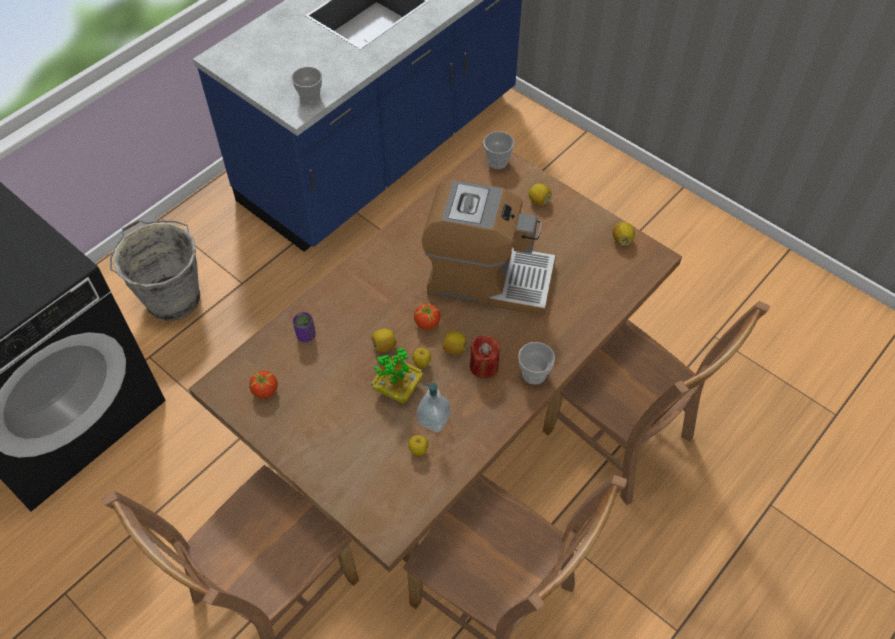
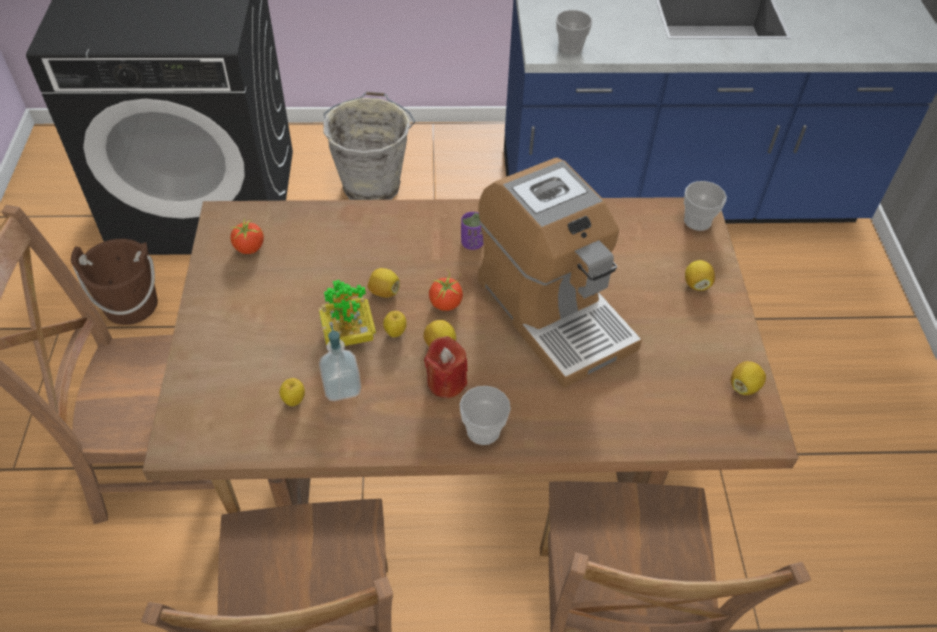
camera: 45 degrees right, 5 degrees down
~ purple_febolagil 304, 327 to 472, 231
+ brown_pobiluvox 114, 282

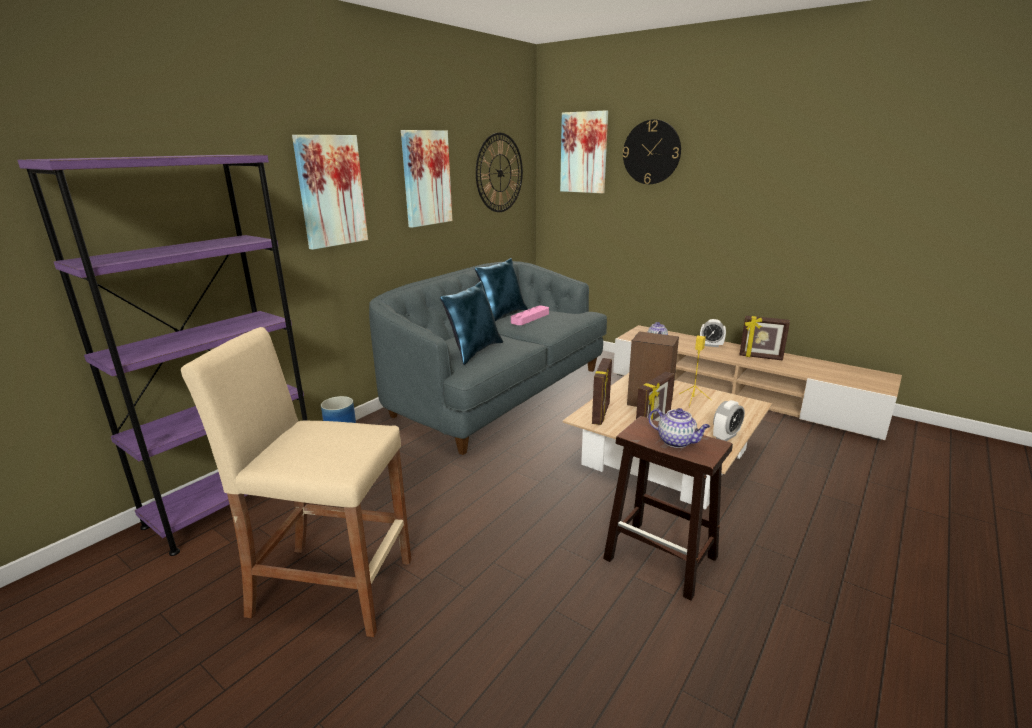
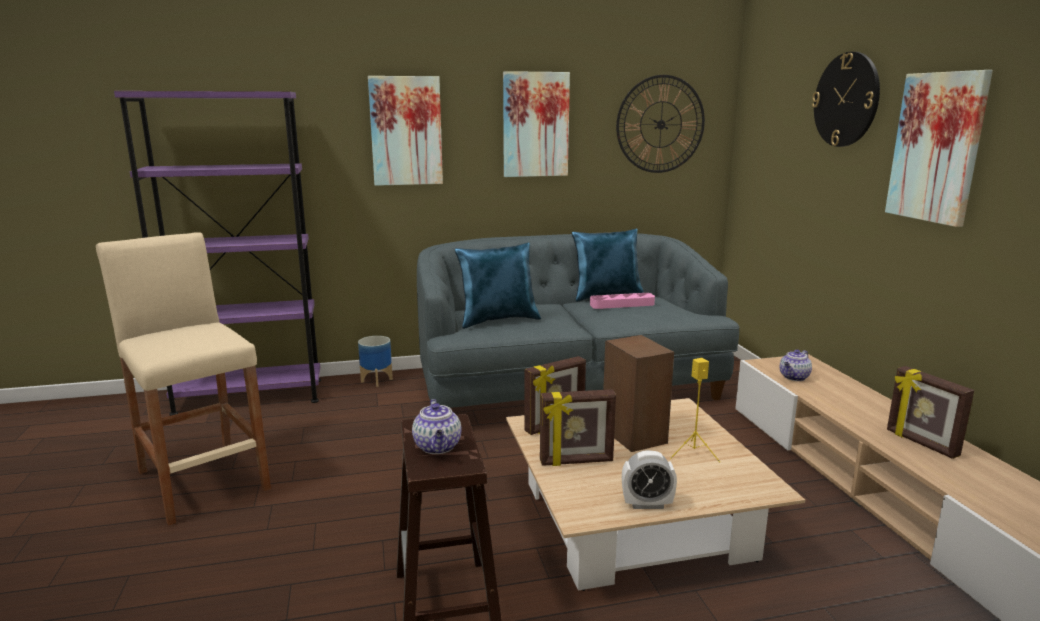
camera: 40 degrees right, 5 degrees down
~ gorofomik 584, 151 to 939, 148
- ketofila 713, 333

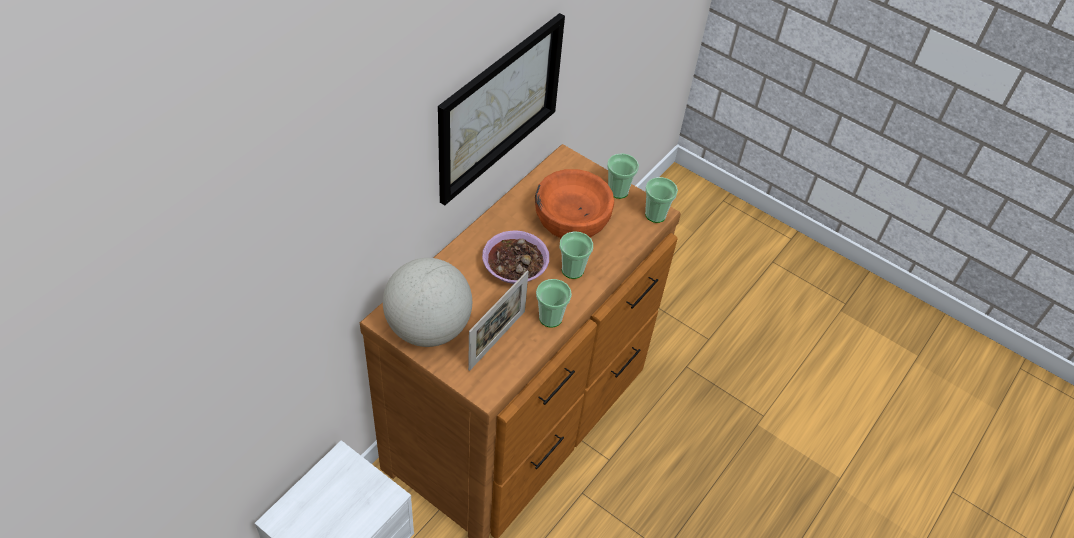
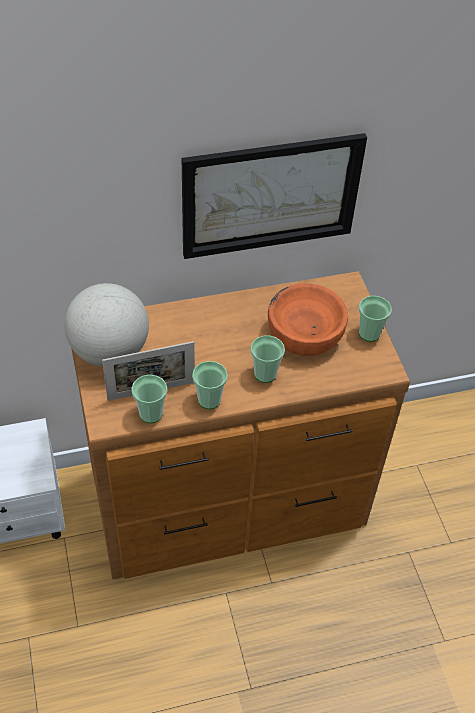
camera: 40 degrees right, 0 degrees up
~ febolagil 661, 200 to 149, 399
- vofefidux 515, 257

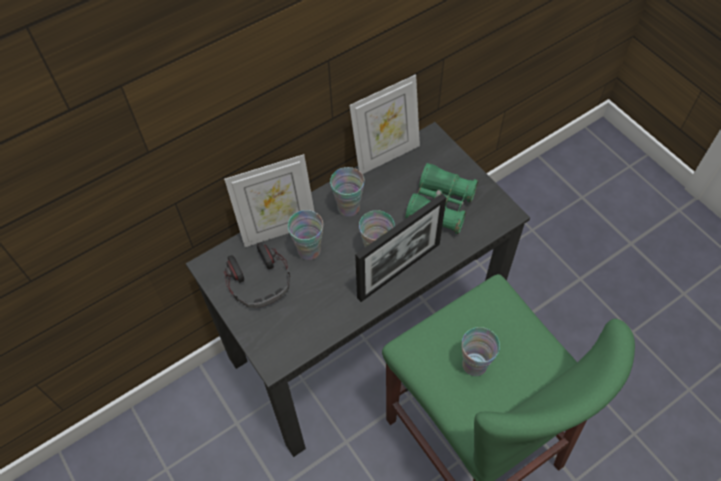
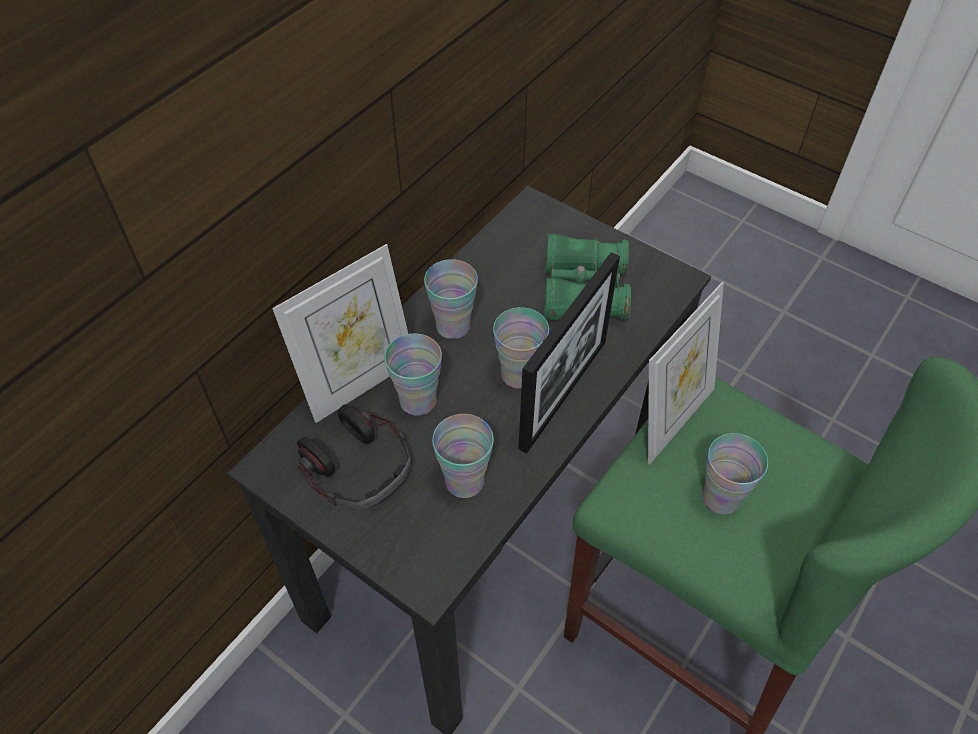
camera: 20 degrees left, 5 degrees down
~ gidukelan 384, 124 to 686, 373
+ febolagil 463, 456

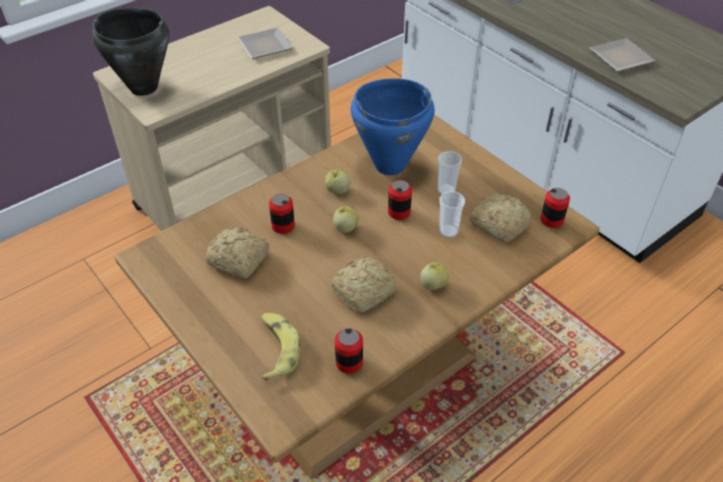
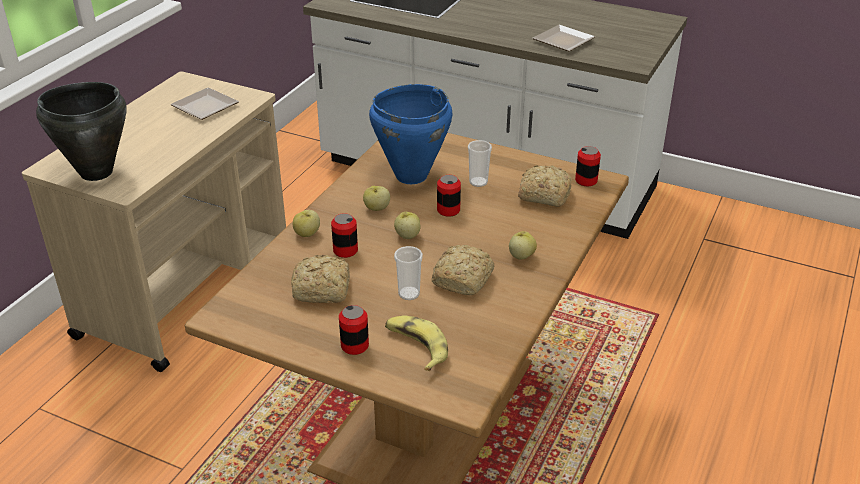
camera: 25 degrees left, 10 degrees down
~ febolagil 452, 214 to 408, 273
~ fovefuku 349, 350 to 354, 330
+ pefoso 306, 223

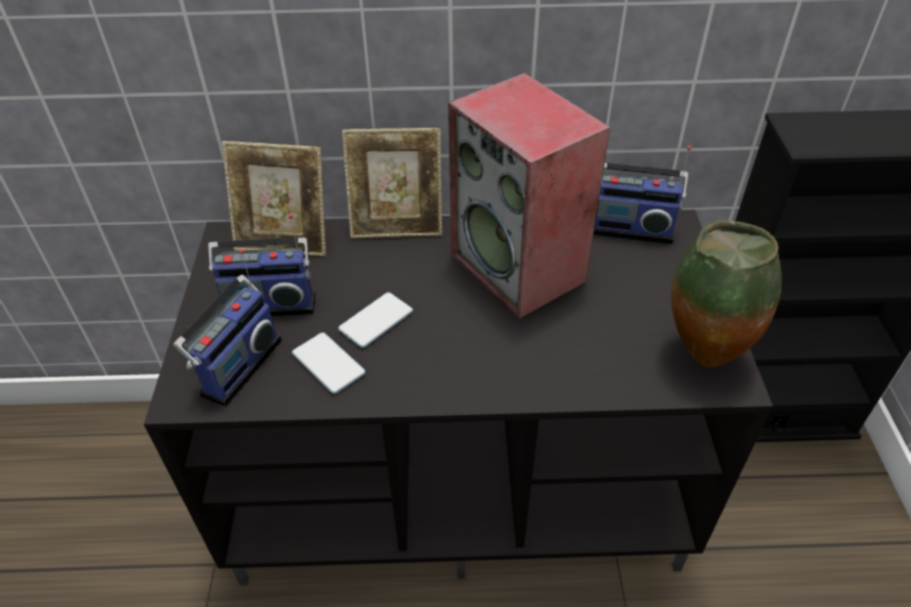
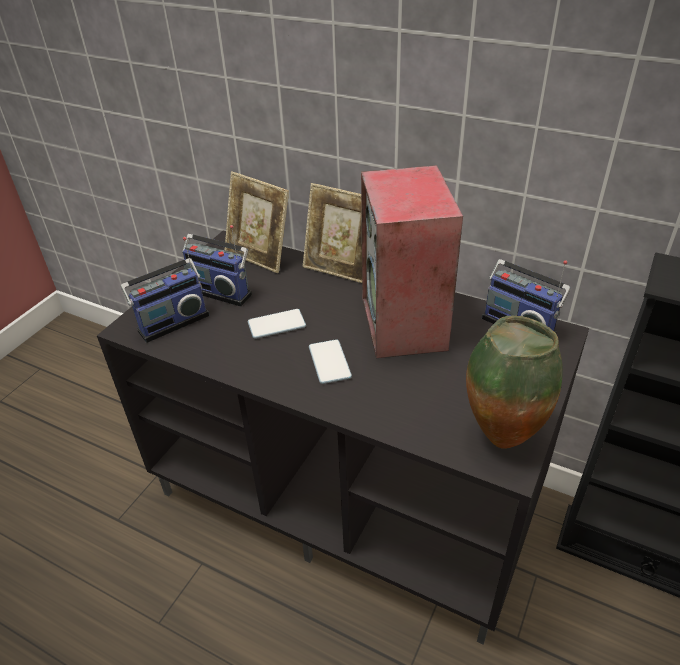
camera: 30 degrees right, 5 degrees down
~ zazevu 329, 363 to 330, 361

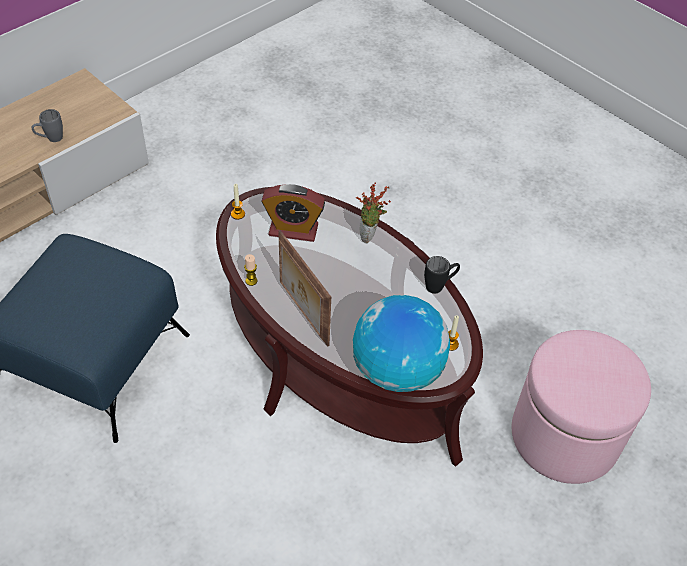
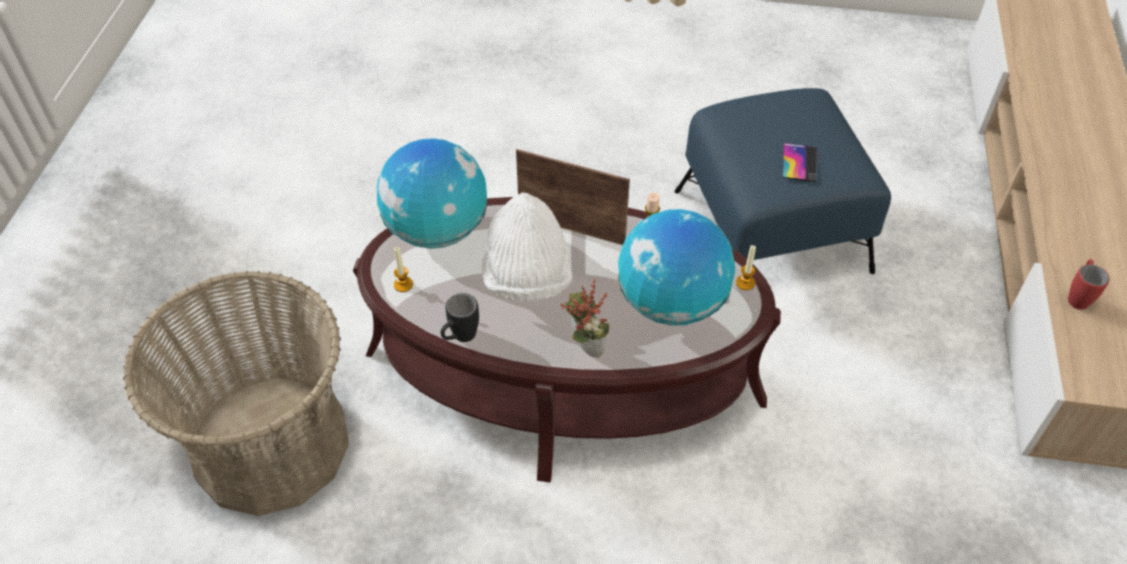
camera: 145 degrees right, 0 degrees up
~ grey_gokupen 47, 125 to red_gokupen 1088, 284
~ ketofila 293, 213 to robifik 676, 267
~ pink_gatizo 581, 407 to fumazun 236, 393
+ zazevu 800, 162
+ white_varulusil 527, 246

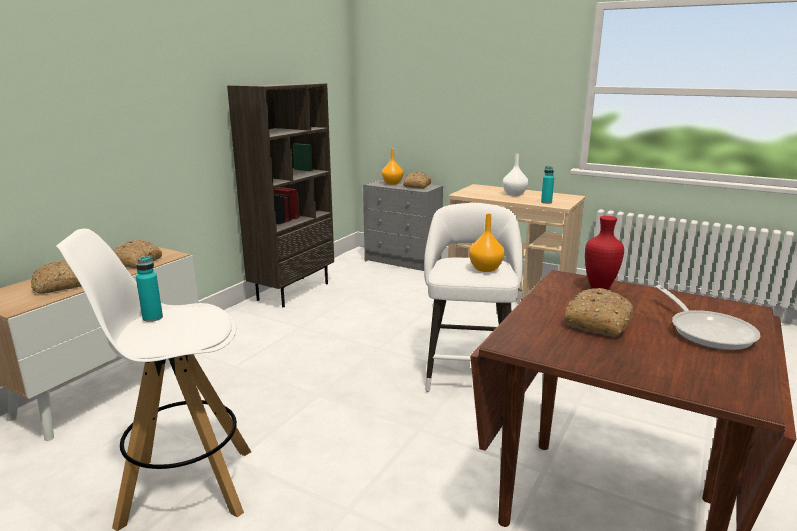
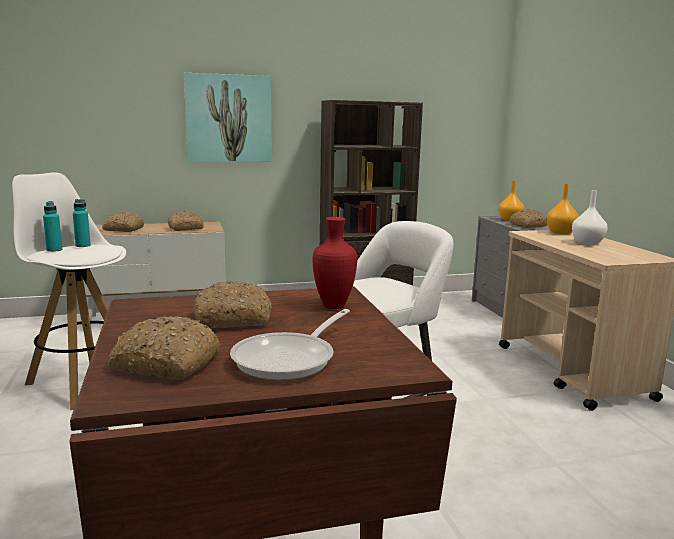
camera: 45 degrees right, 5 degrees down
~ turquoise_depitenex 547, 185 to 52, 226
~ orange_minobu 486, 243 to 563, 209
+ gorofomik 228, 117
+ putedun 164, 348

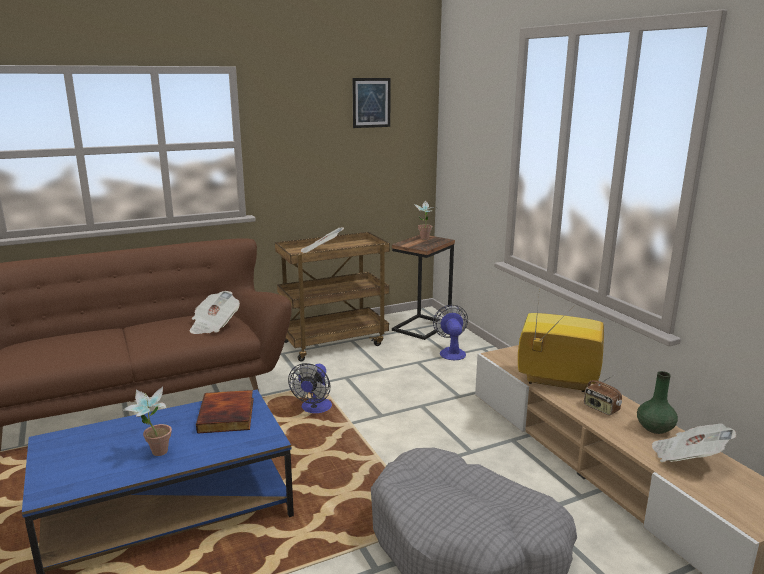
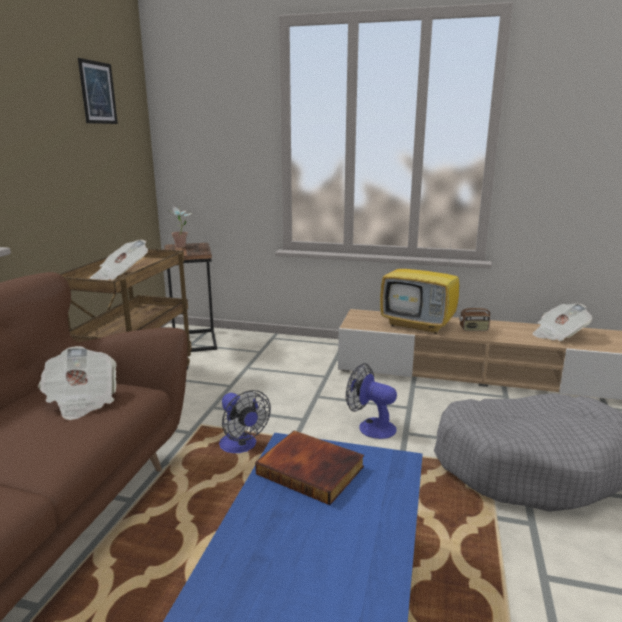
camera: 50 degrees left, 0 degrees up
~ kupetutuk 561, 339 = 419, 284 120 degrees counterclockwise
~ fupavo 450, 332 to 371, 401
- green_minobu 657, 402
- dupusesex 147, 421

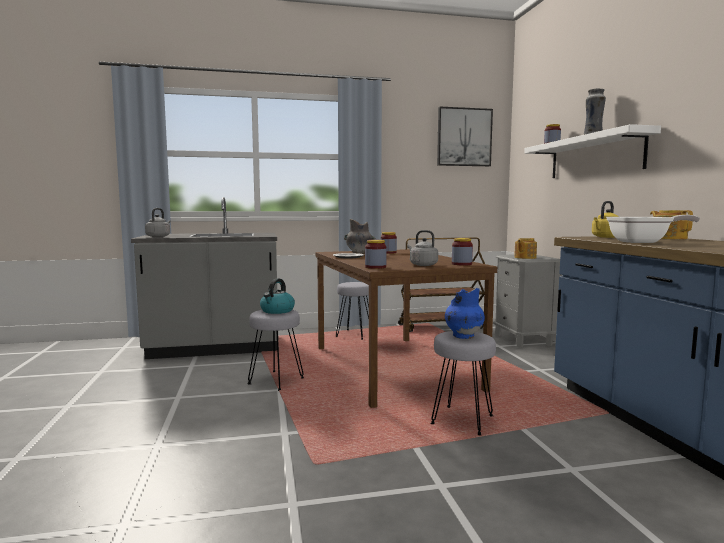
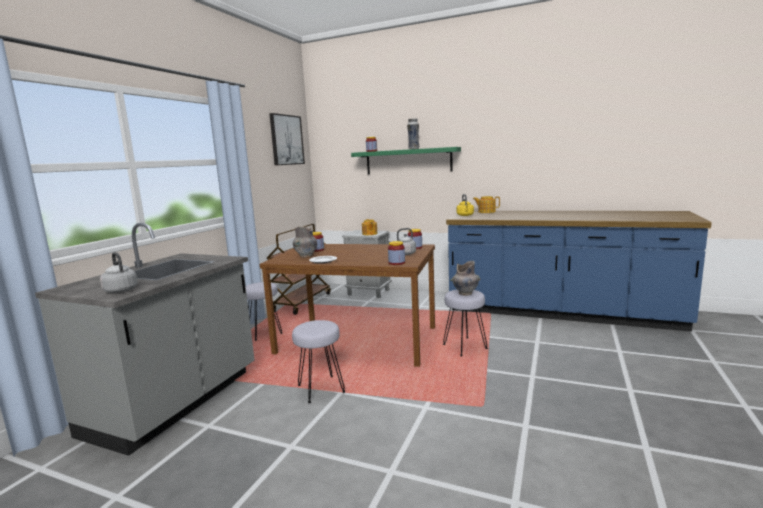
camera: 55 degrees left, 5 degrees up
~ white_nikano 592, 151 to green_nikano 406, 160
- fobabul 653, 229
- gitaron 277, 296
~ blue_minobu 465, 313 to grey_minobu 465, 278

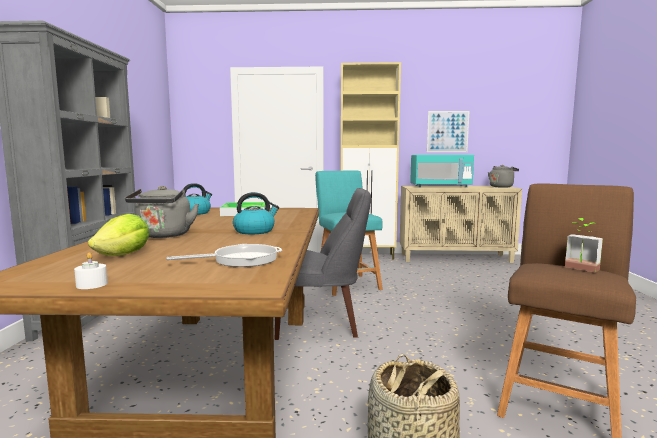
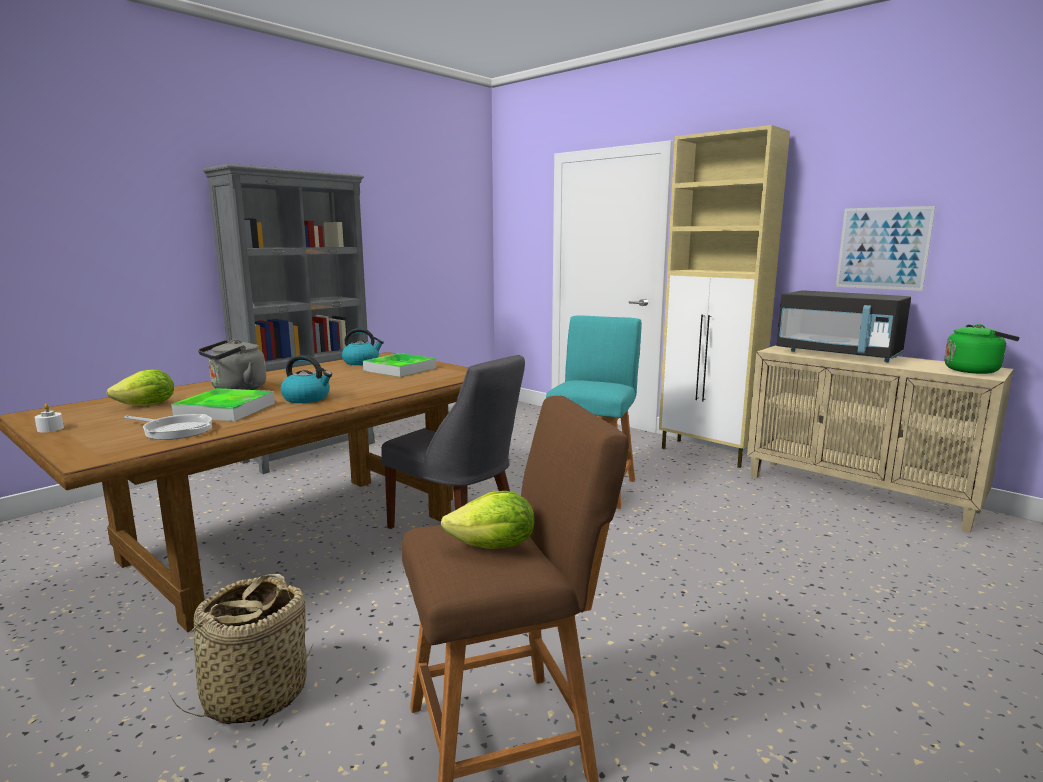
camera: 40 degrees right, 5 degrees up
~ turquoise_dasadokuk 442, 171 to black_dasadokuk 844, 326
~ grey_gitaron 503, 176 to green_gitaron 982, 349
~ dupusesex 584, 245 to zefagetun 488, 520
+ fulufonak 223, 404

